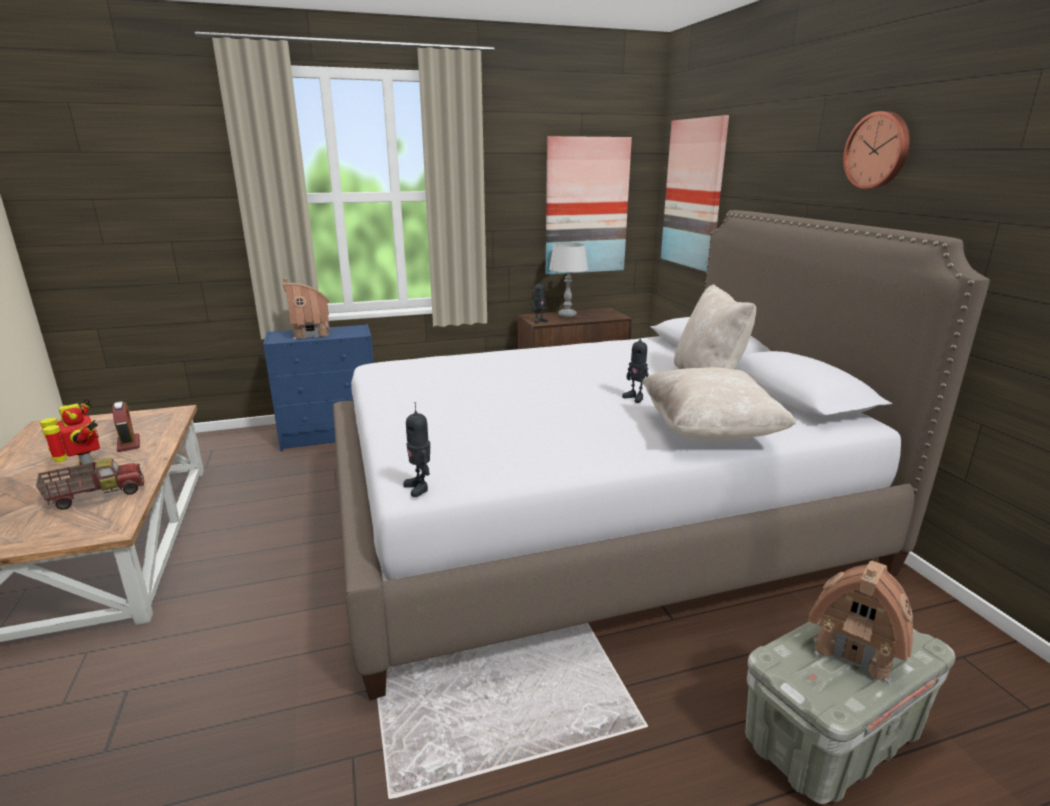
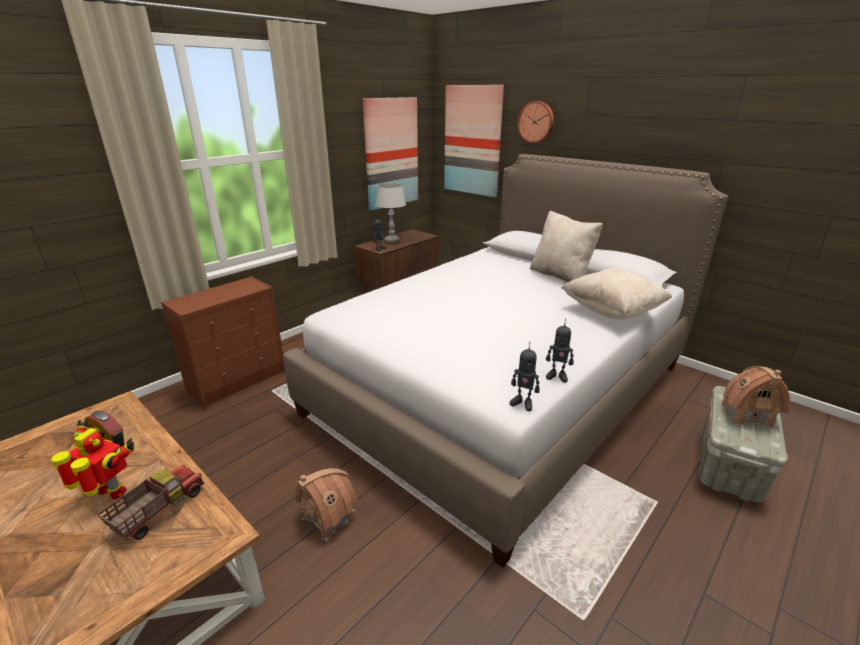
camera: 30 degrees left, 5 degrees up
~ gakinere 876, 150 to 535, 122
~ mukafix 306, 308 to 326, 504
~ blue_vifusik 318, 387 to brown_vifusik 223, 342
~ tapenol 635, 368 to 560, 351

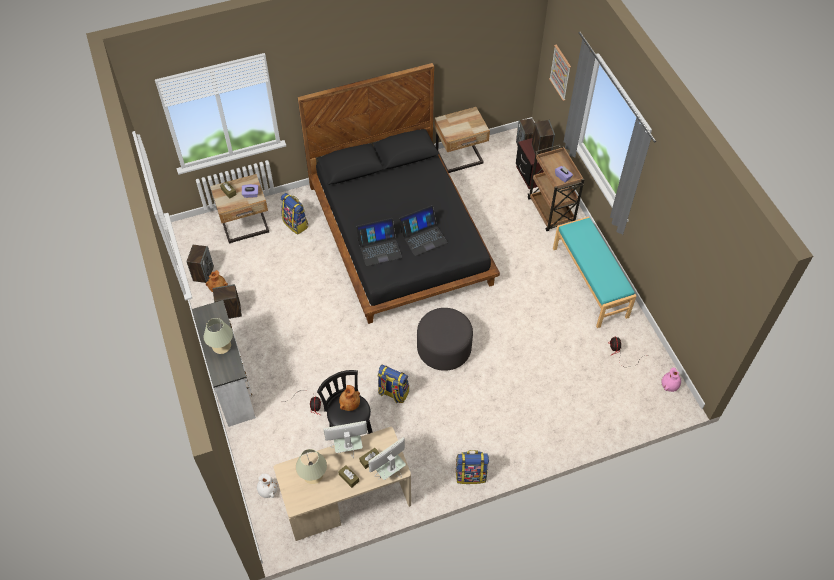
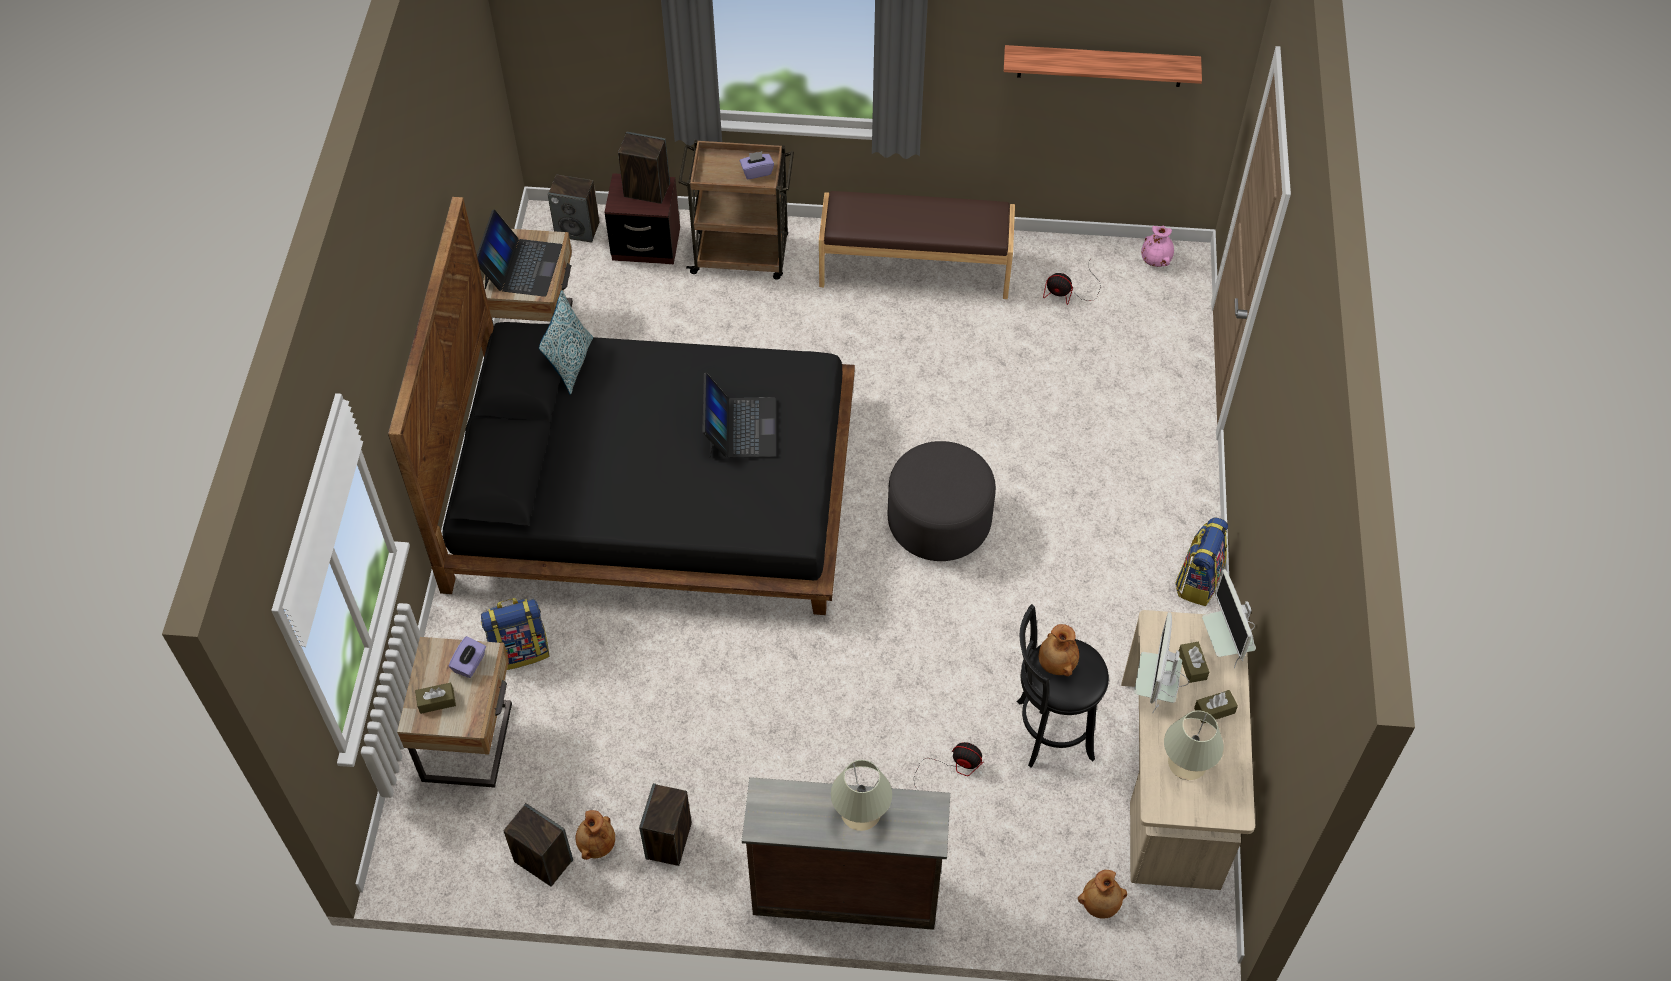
camera: 65 degrees left, 0 degrees up
- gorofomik 560, 73
~ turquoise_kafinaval 594, 272 to brown_kafinaval 917, 245
~ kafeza 379, 242 to 519, 253
~ white_vifusik 224, 363 to brown_vifusik 846, 853
- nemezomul 393, 384
~ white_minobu 267, 486 to brown_minobu 1102, 894
+ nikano 1103, 66
+ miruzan 566, 342

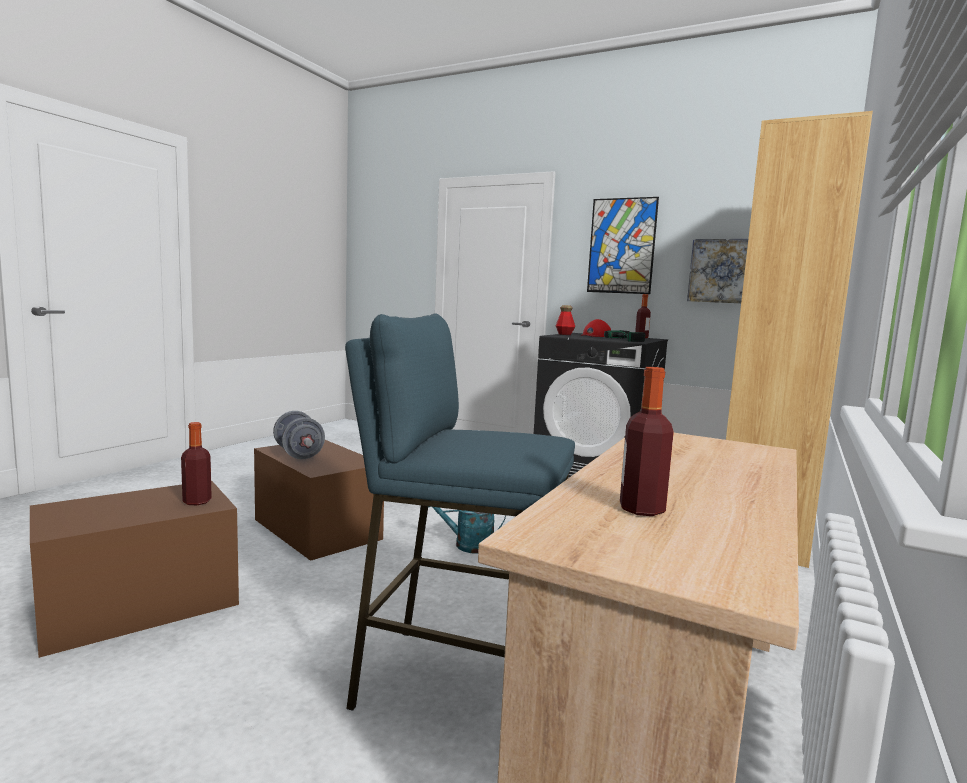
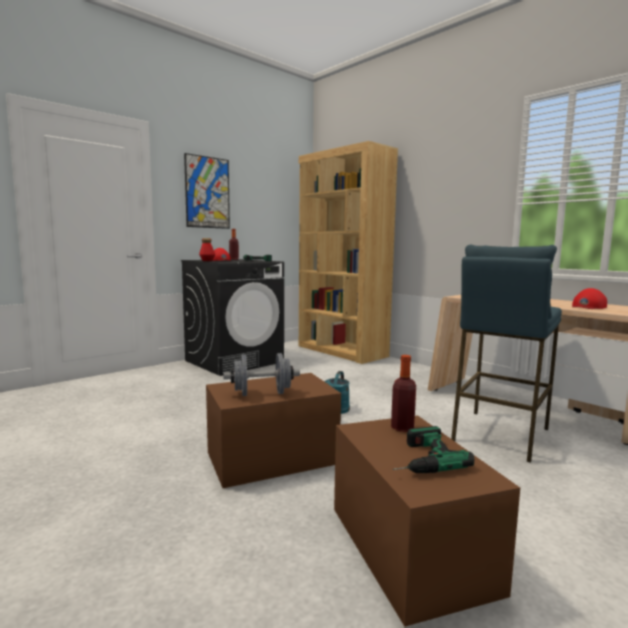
camera: 70 degrees left, 0 degrees up
- gorofomik 717, 271
~ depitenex 647, 441 to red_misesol 589, 298
+ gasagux 433, 449

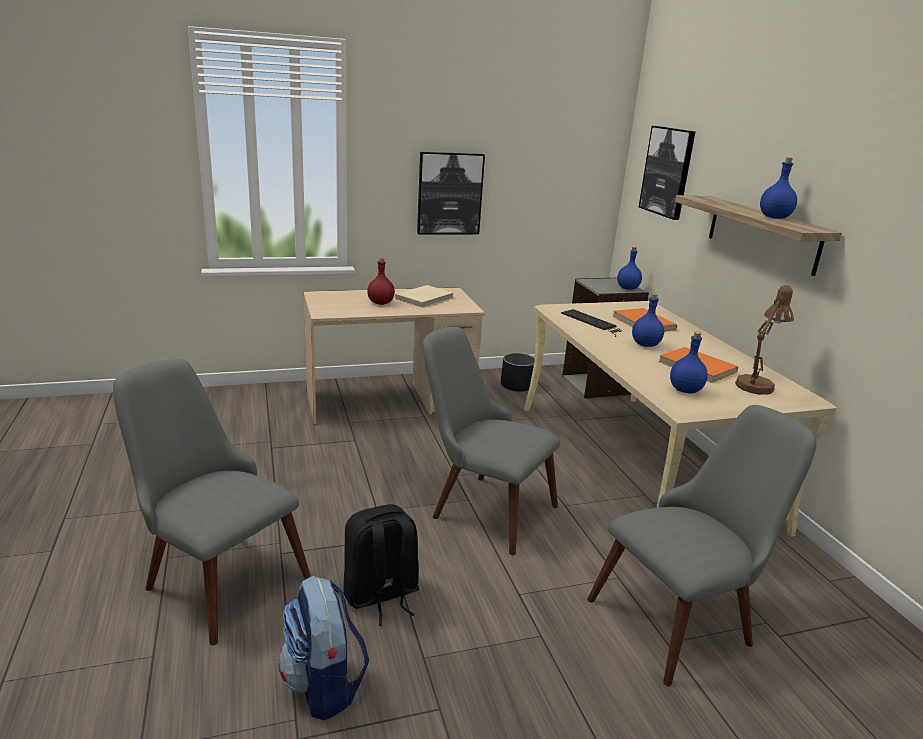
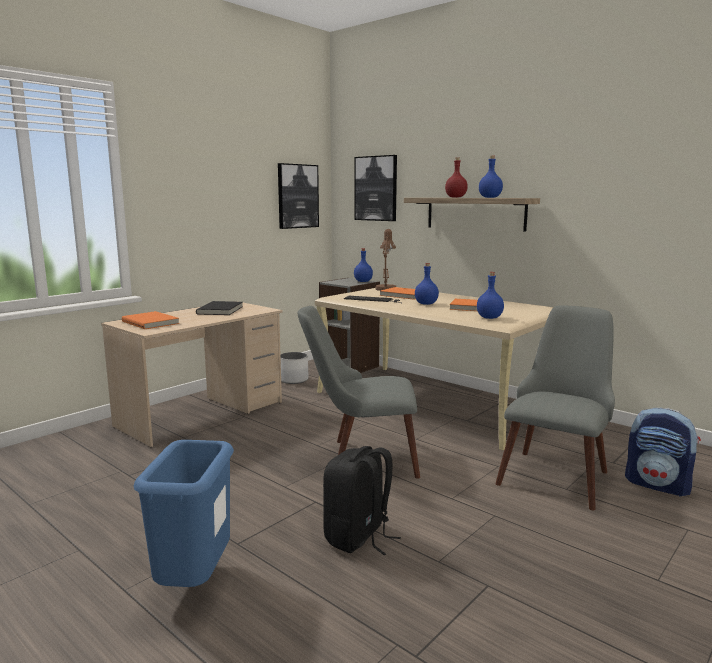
camera: 30 degrees left, 10 degrees down
~ gorofomik 451, 193 to 298, 196
~ red_depitenex 381, 281 to 456, 177
~ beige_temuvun 424, 296 to black_temuvun 219, 308
~ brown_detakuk 764, 340 to 386, 260
~ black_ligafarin 518, 372 to white_ligafarin 294, 368
~ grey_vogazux 212, 502 to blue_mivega 184, 513
~ nemezomul 323, 647 to 663, 452
+ orange_temuvun 150, 320

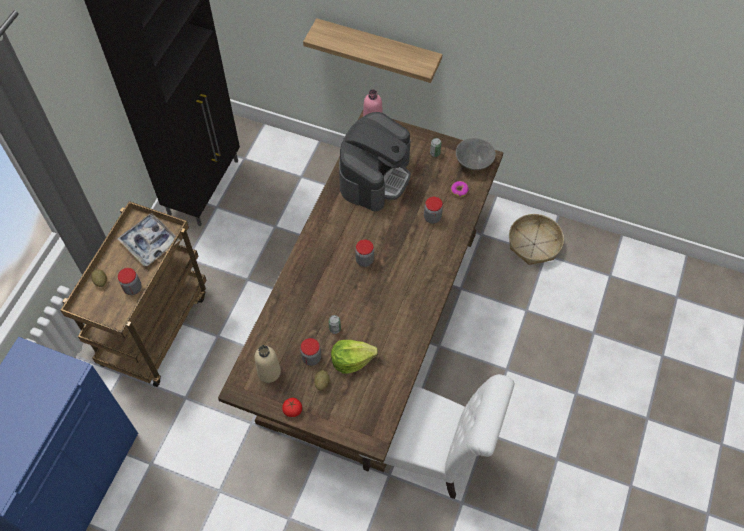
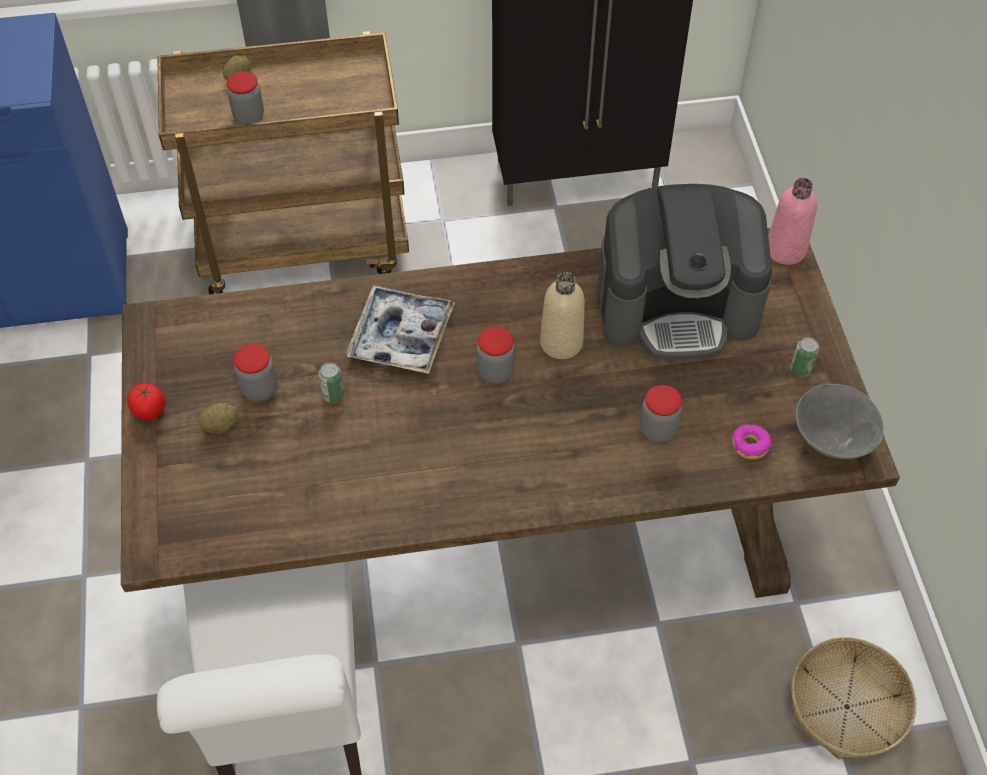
camera: 60 degrees right, 5 degrees down
- nikano 372, 50
~ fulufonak 148, 239 to 400, 329
- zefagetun 354, 357
~ beige_depitenex 268, 364 to 562, 315

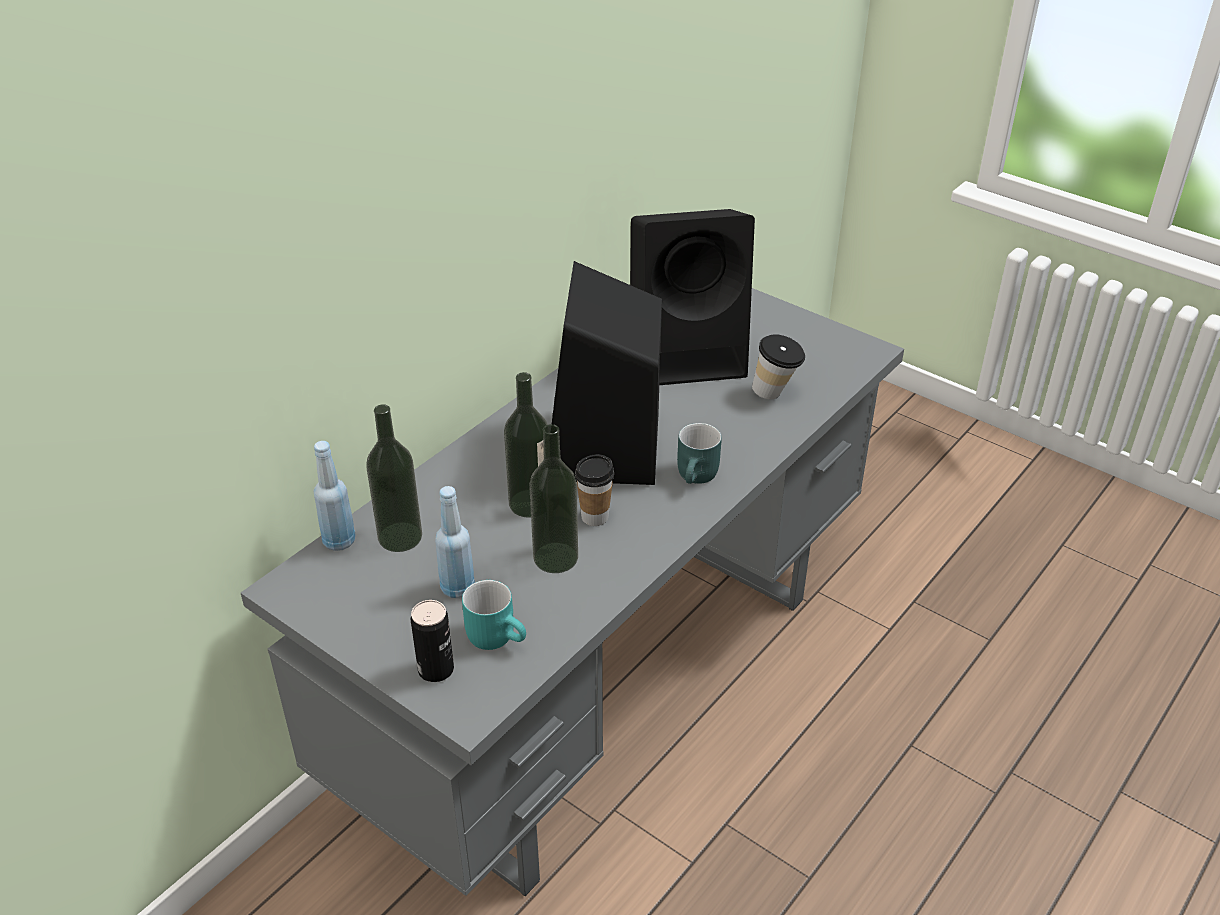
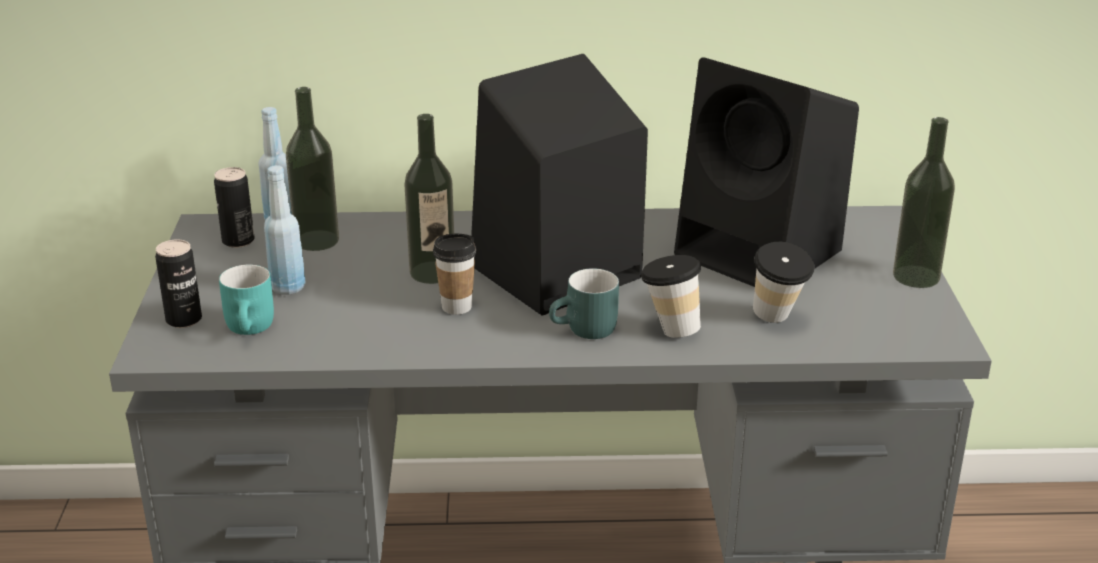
camera: 50 degrees right, 10 degrees down
~ depitenex 553, 498 to 924, 202
+ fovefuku 234, 207
+ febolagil 671, 296

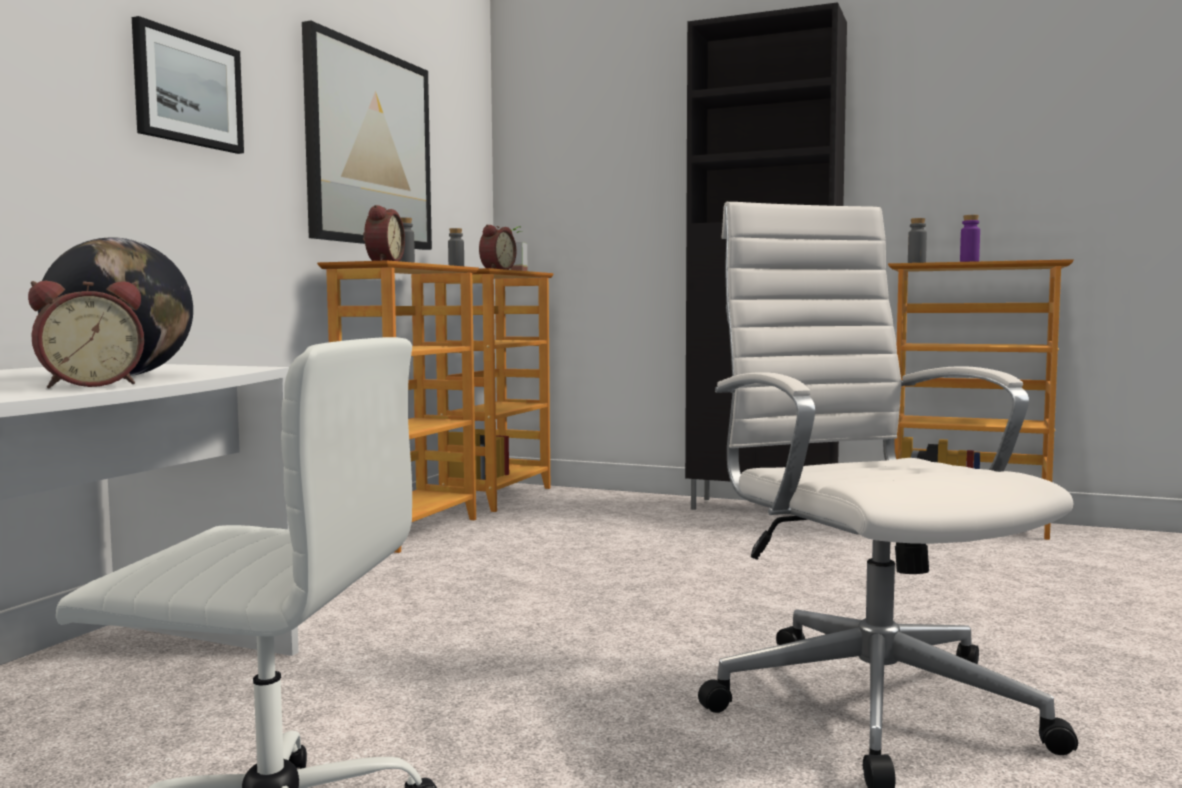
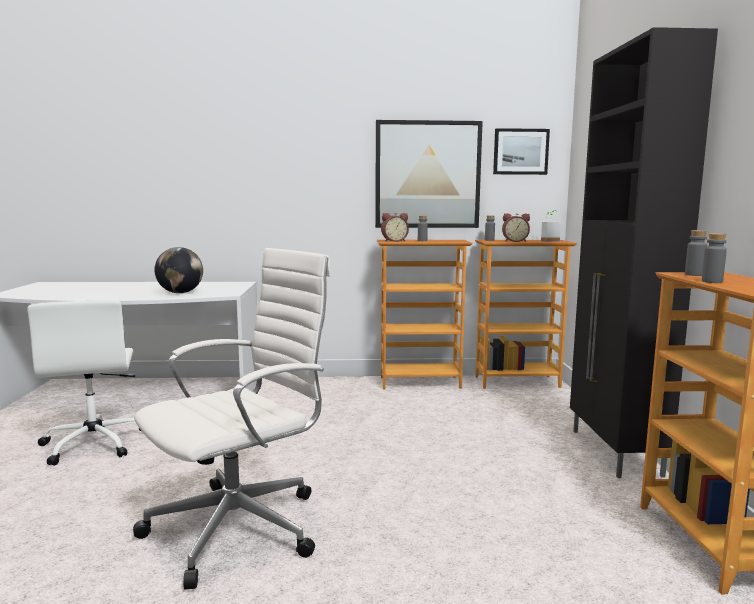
camera: 65 degrees right, 5 degrees up
~ gorofomik 188, 85 to 521, 151
~ purple_depitenex 970, 238 to grey_depitenex 714, 258
- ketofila 86, 334

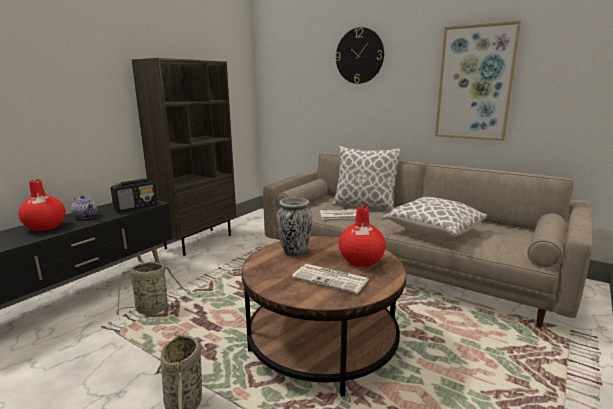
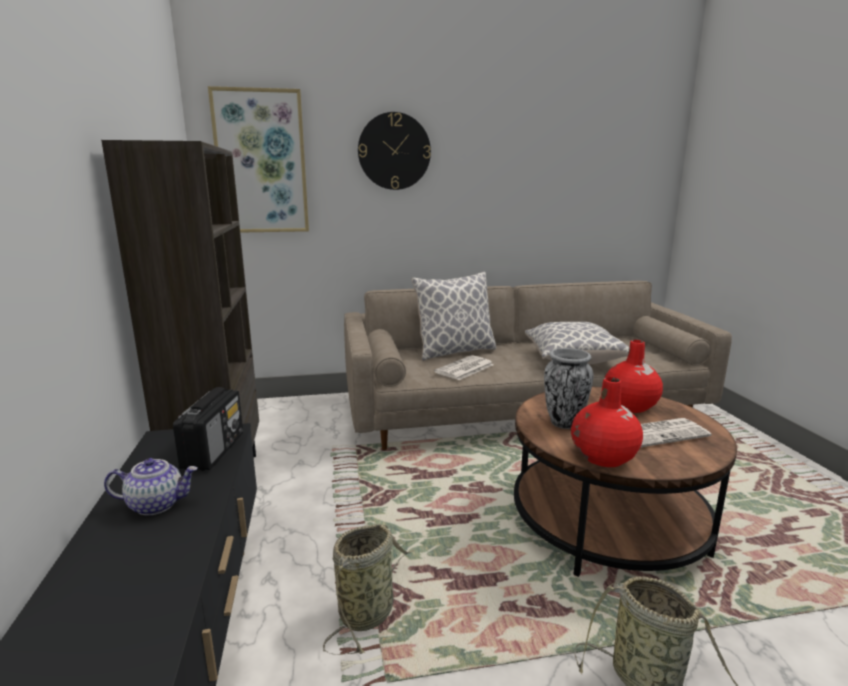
camera: 45 degrees left, 0 degrees up
~ gorofomik 478, 81 to 258, 159
~ red_minobu 42, 205 to 607, 422

